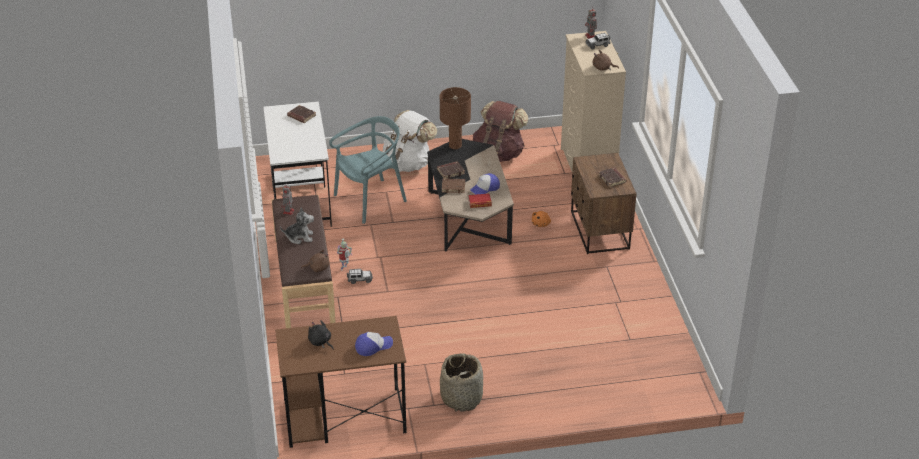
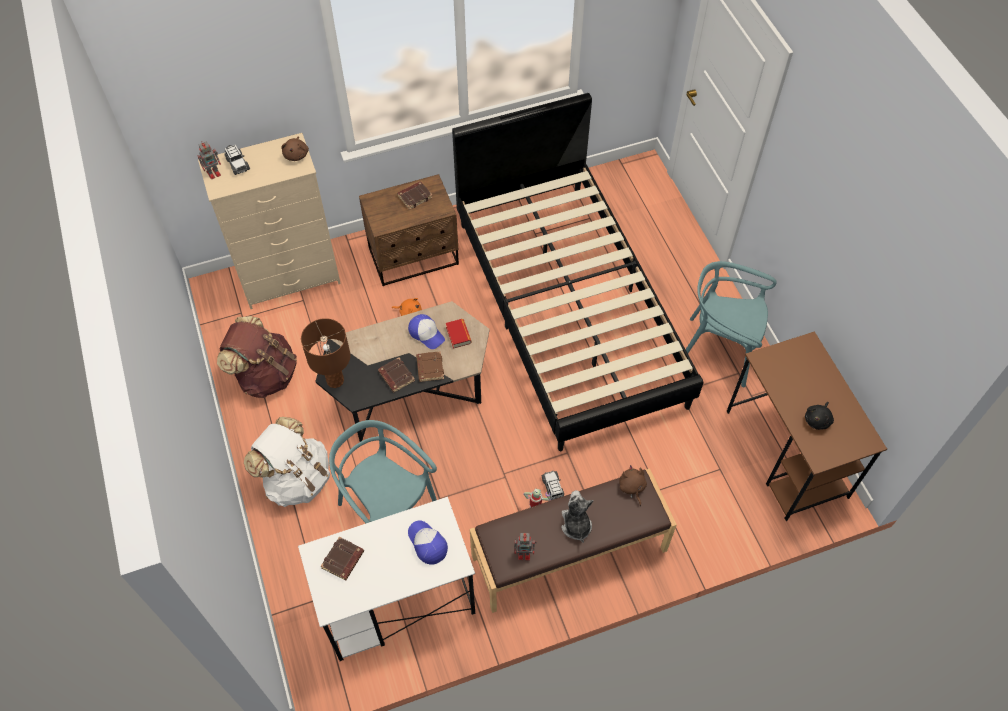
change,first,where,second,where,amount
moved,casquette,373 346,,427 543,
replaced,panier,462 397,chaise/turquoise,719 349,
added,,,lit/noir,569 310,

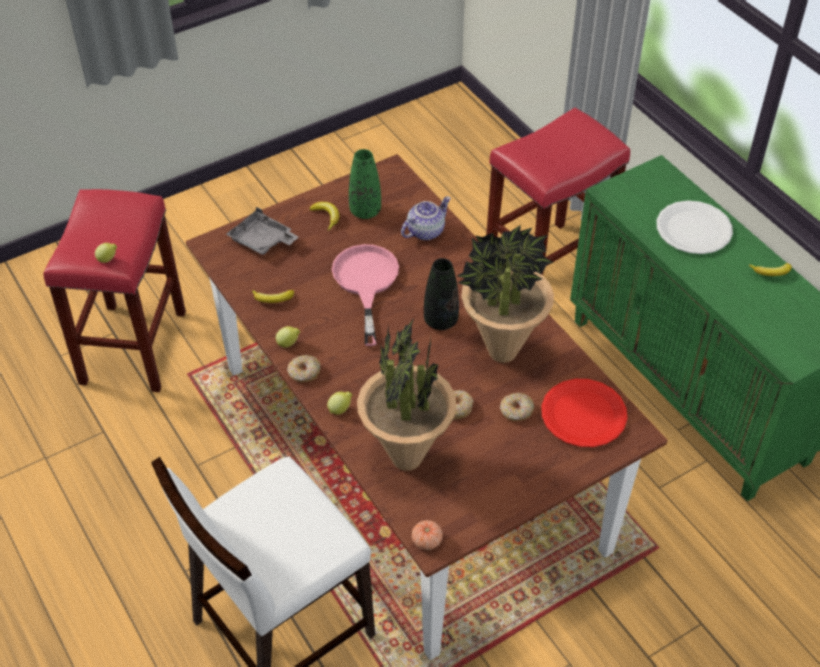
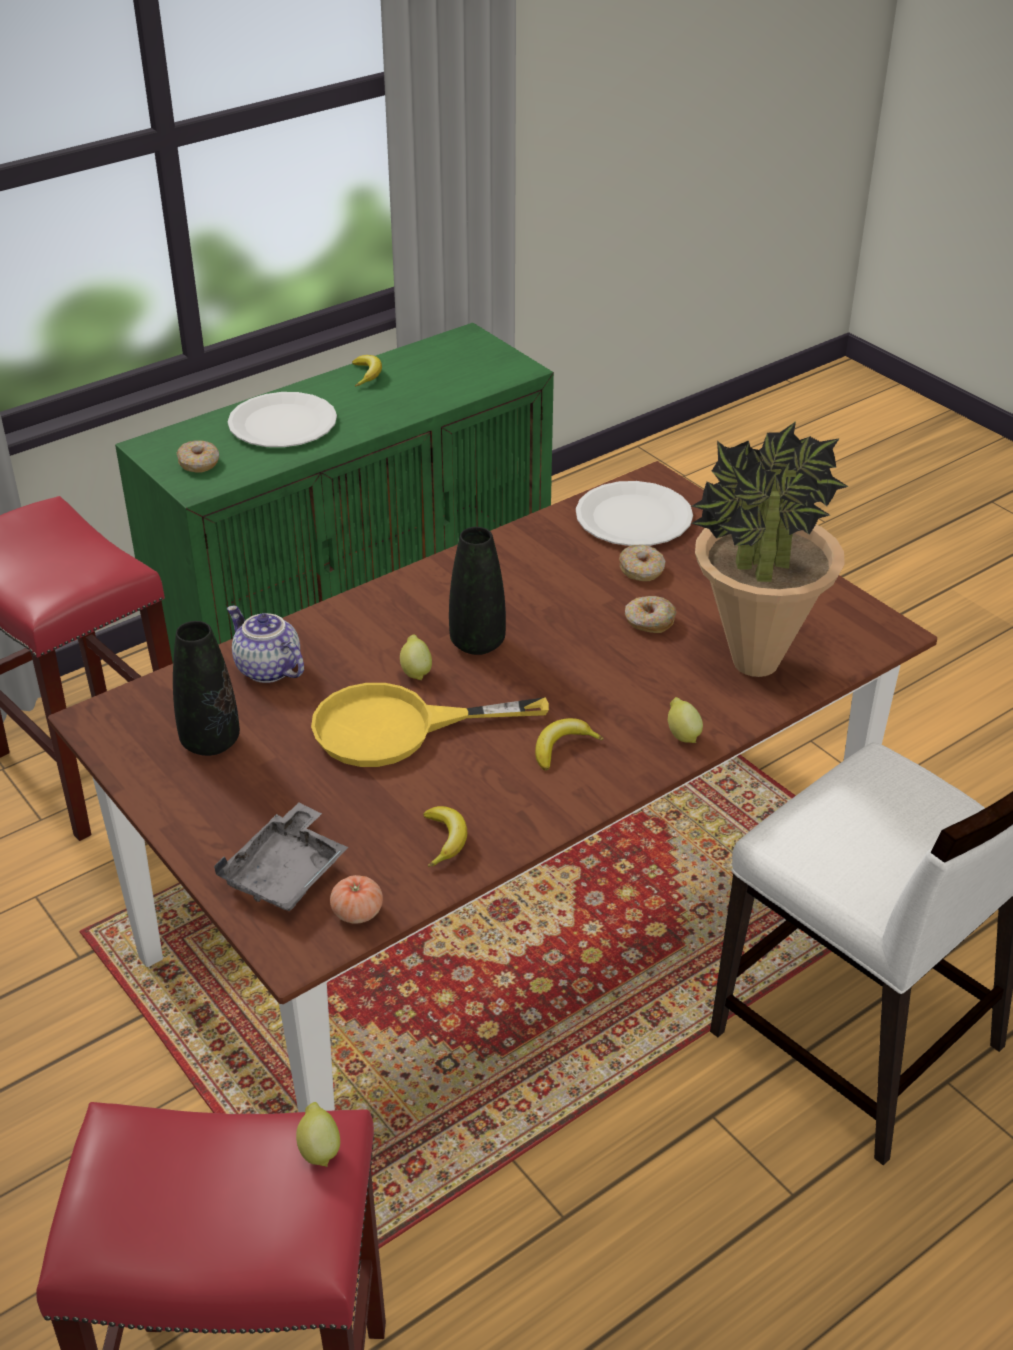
change,first,where,second,where,amount
moved,citron,288 343,,416 671,
moved,beignet,304 373,,199 463,
moved,banane,326 217,,562 748,
recoloured,poêle/rose,366 283,poêle/jaune,397 728,
recoloured,vase/vert,365 211,vase/noir,210 742,
moved,tomate,427 541,,357 912,
removed,plante en pot,502 352,,,
recoloured,assiette/rouge,583 414,assiette/blanc,633 518,

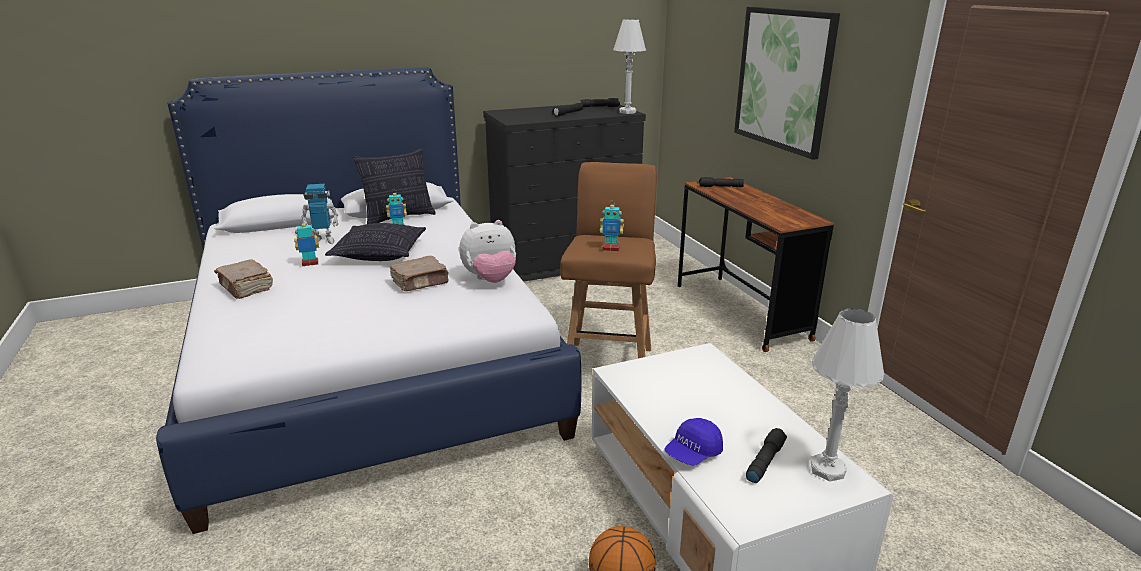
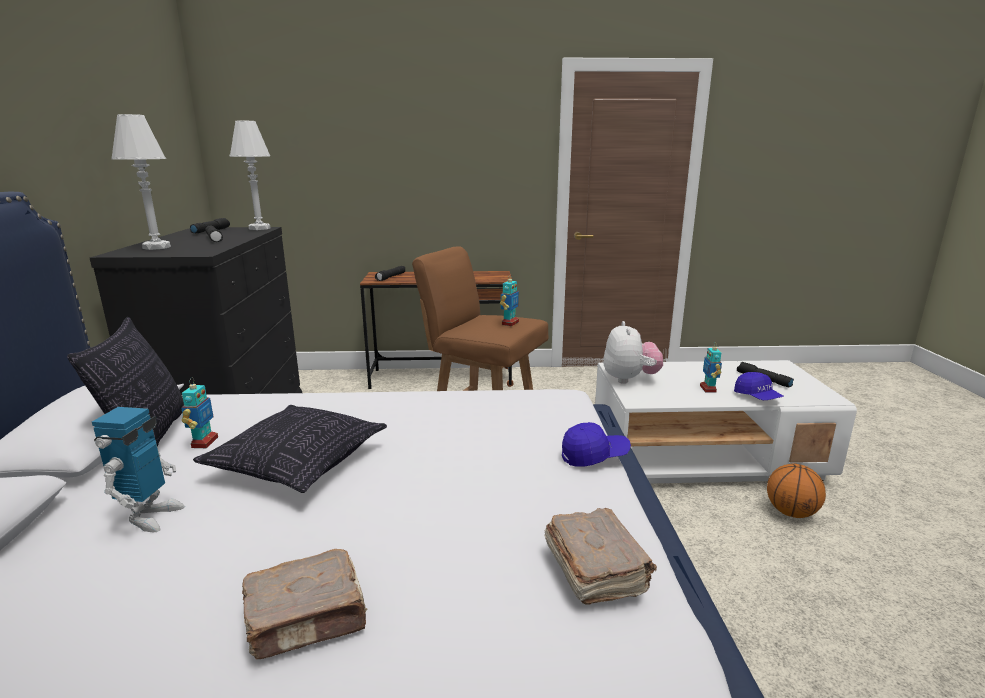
change,first,where,second,where,amount
moved,robot jouet,310 263,,708 389,
moved,livre/marron,421 283,,595 569,
moved,peluche,490 280,,629 379,
removed,tableau,783 79,,,
moved,lampe de table/blanc,827 469,,156 247,
added,,,casquette/bleu,594 456,

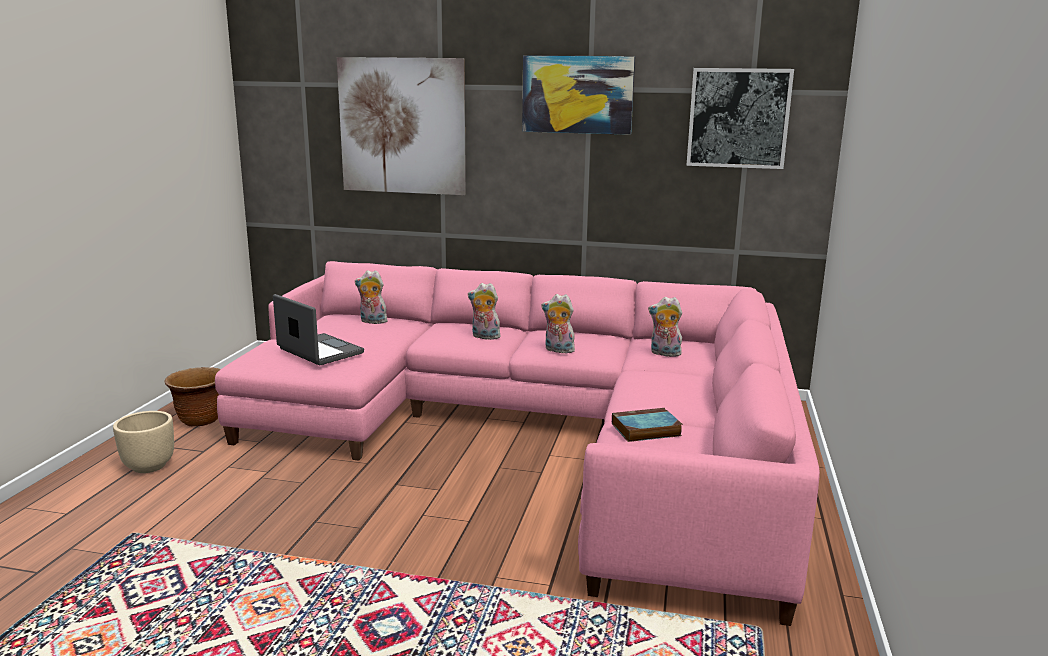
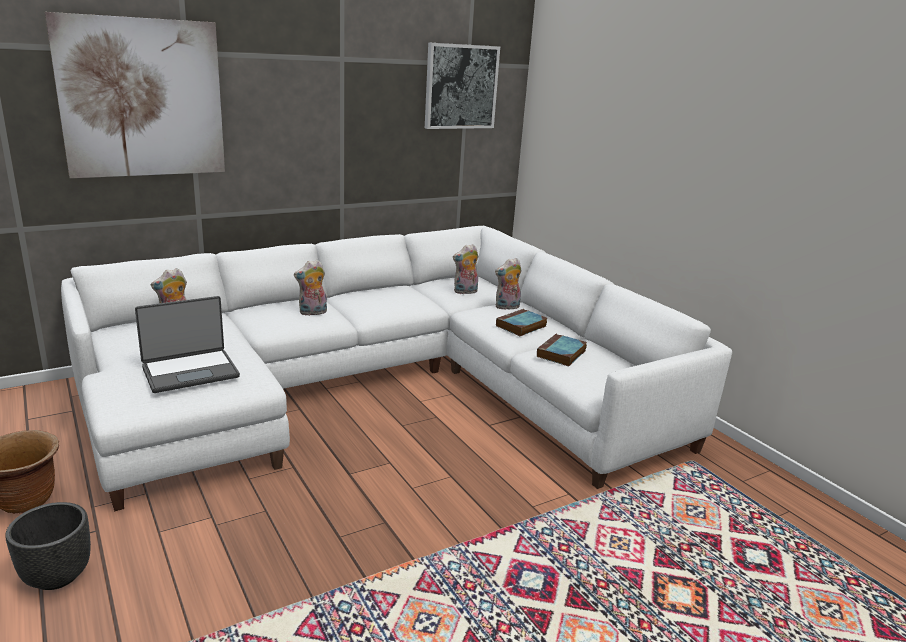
change,first,where,second,where,amount
recoloured,cache-pot/beige,149 466,cache-pot/noir,58 576,
recoloured,canapé/rose,538 434,canapé/blanc,385 387,
turned,ordinateur portable,319 351,,190 371,150 degrees clockwise
removed,tableau,577 94,,,
moved,peluche,558 350,,507 307,
added,,,livre,521 326,

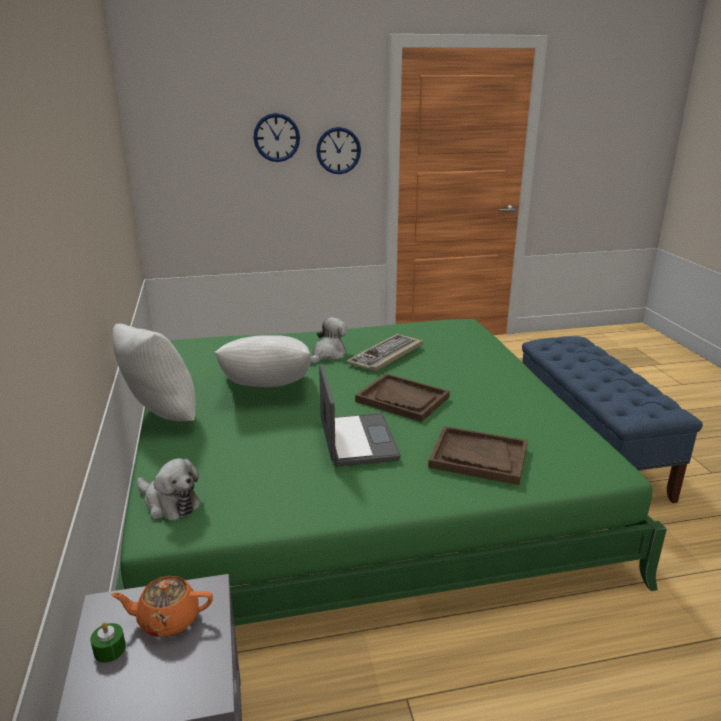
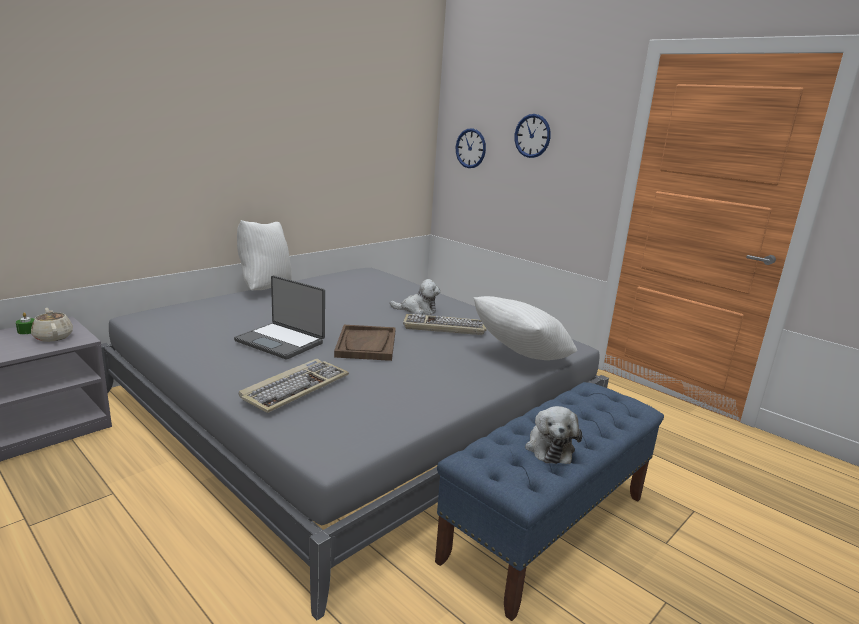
change,first,where,second,where,amount
recoloured,théière/orange,167 620,théière/beige,53 337,
recoloured,lit/vert,355 481,lit/gris,353 409,
moved,peluche,169 503,,549 447,
moved,coussin/blanc,266 390,,521 357,
moved,horloge murale,338 150,,470 148,
turned,ordinateur portable,356 441,,281 341,75 degrees clockwise
replaced,plateau/marron,478 457,clavier,295 387,

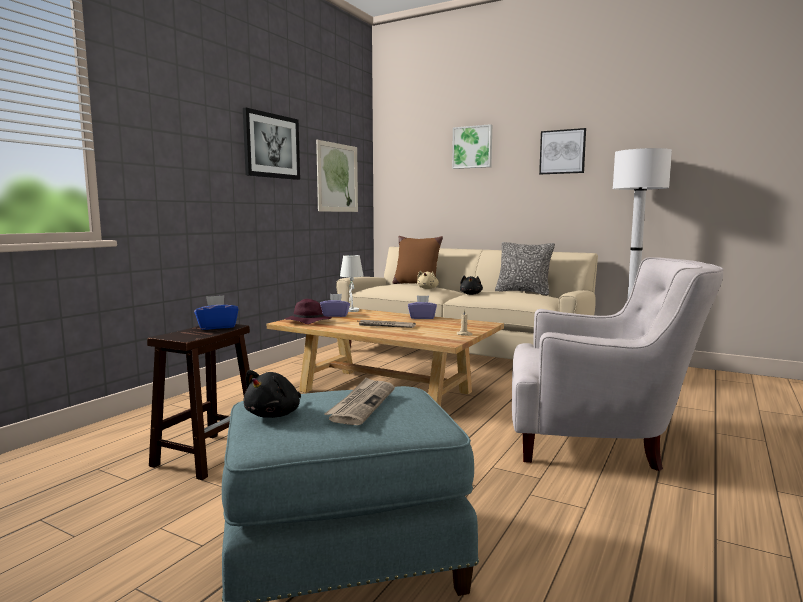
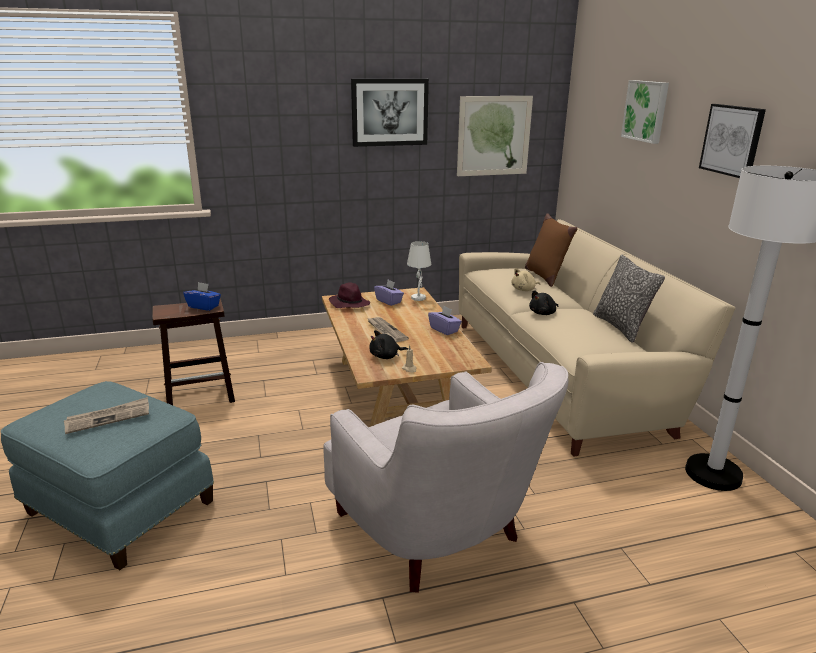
change,first,where,second,where,amount
moved,peluche/noir,275 414,,386 356,

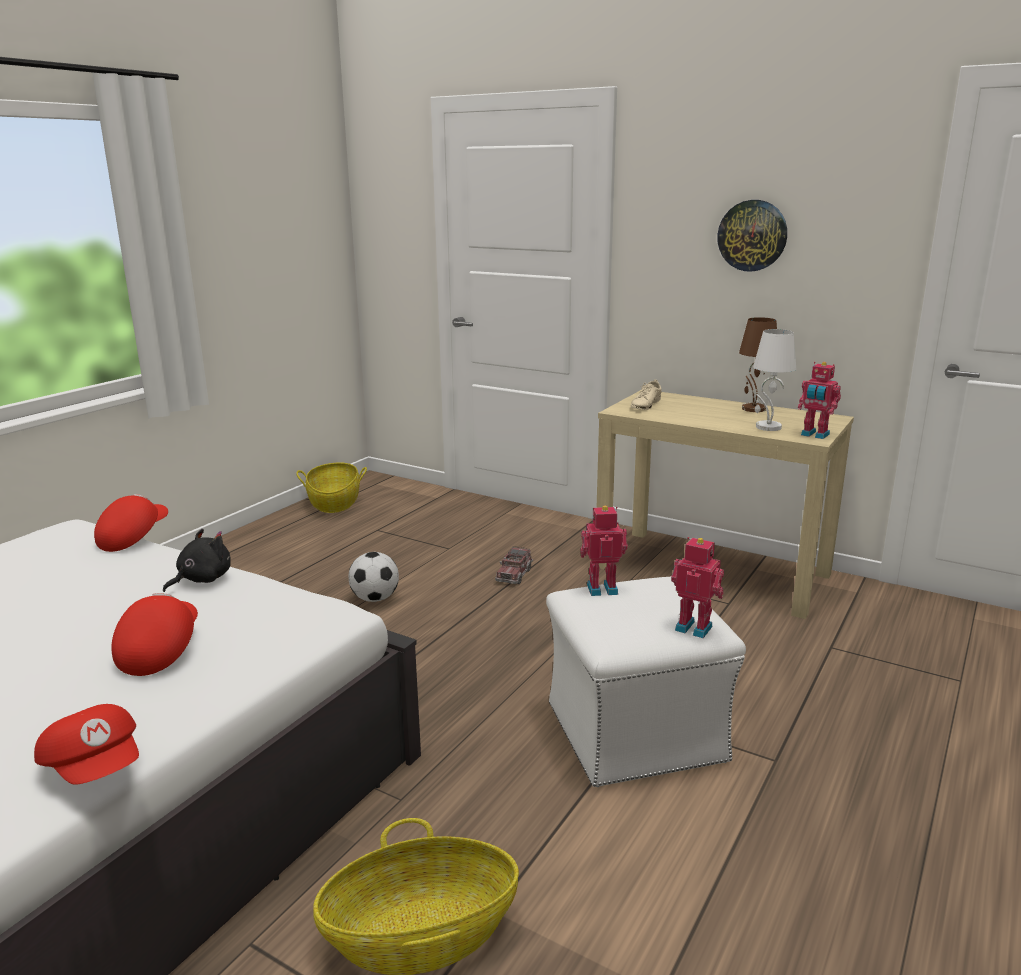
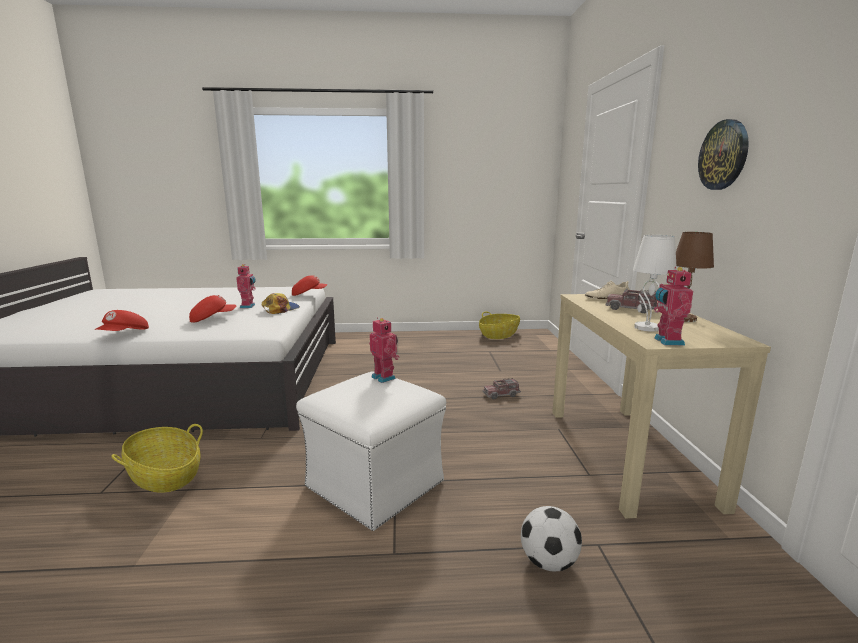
change,first,where,second,where,amount
replaced,peluche/noir,202 579,casquette,280 309,
moved,ballon de foot,375 598,,549 562,
moved,robot jouet,694 627,,248 306,
added,,,camion jouet,631 309,

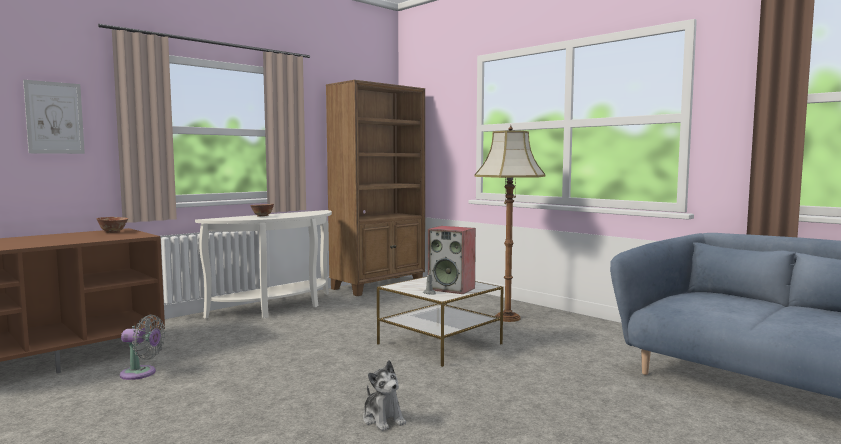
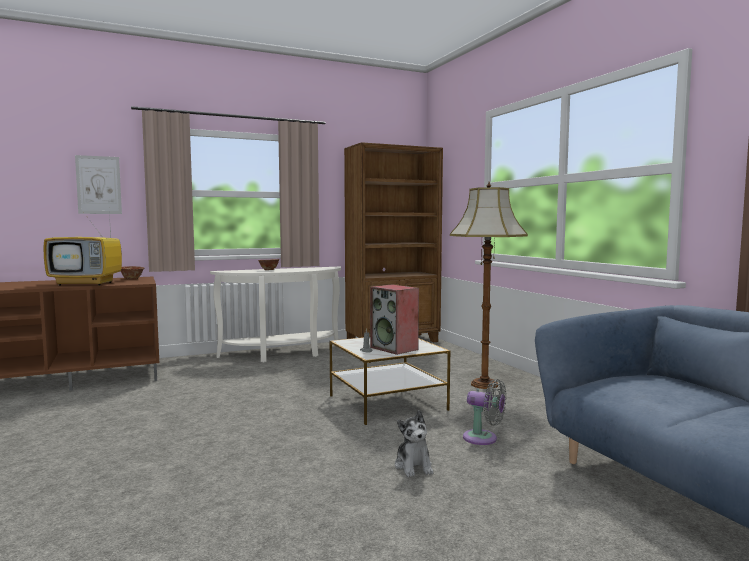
change,first,where,second,where,amount
moved,ventilateur/gris,141 373,,483 439,
moved,peluche,383 419,,414 466,
added,,,téléviseur,87 283,

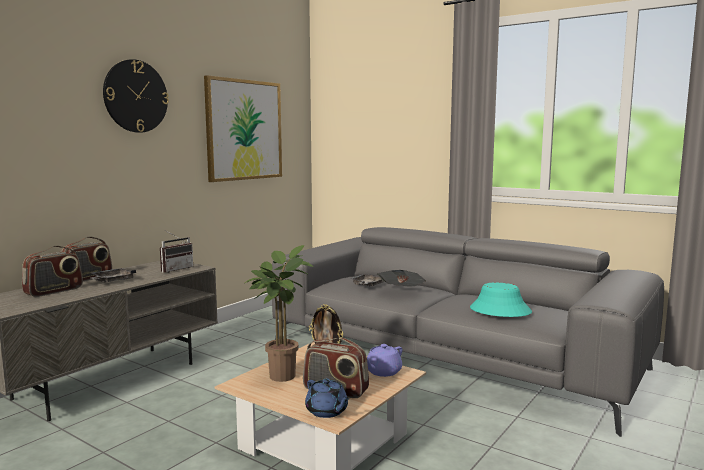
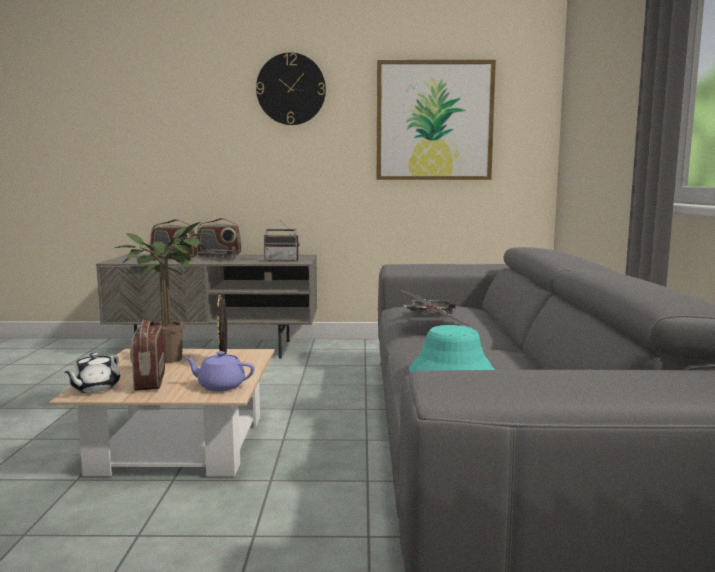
change,first,where,second,where,amount
recoloured,théière/bleu,327 411,théière/blanc,94 388,

